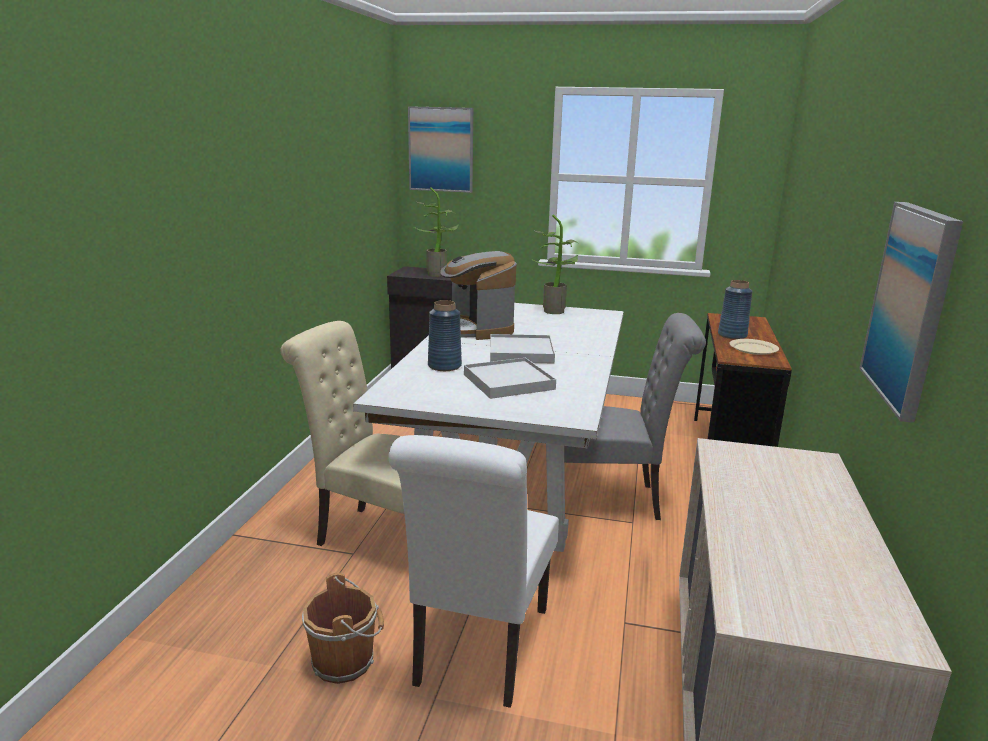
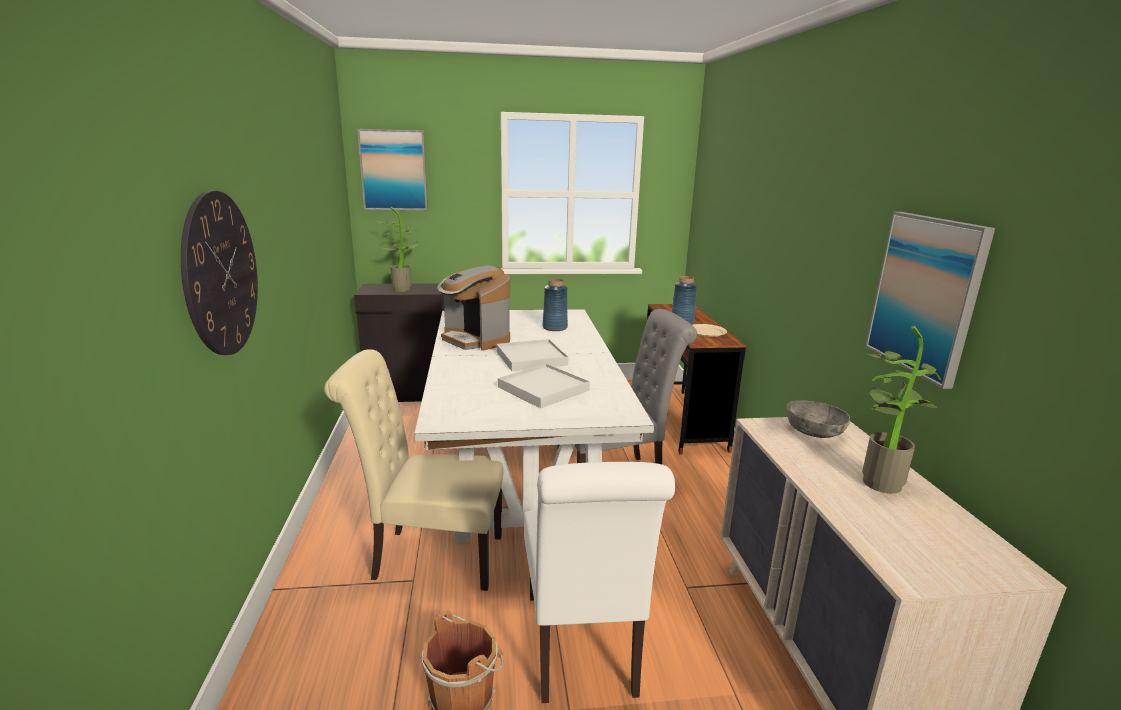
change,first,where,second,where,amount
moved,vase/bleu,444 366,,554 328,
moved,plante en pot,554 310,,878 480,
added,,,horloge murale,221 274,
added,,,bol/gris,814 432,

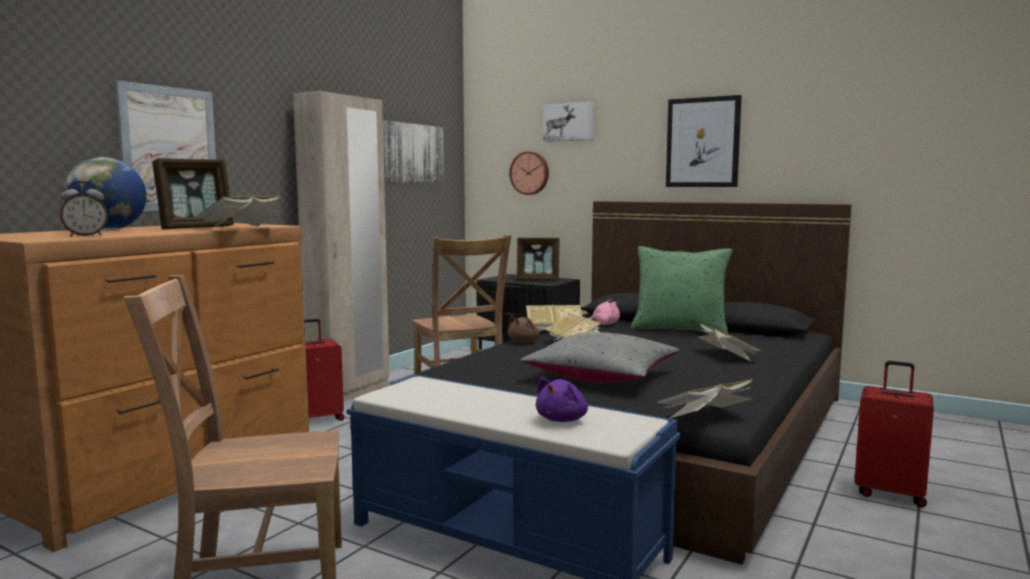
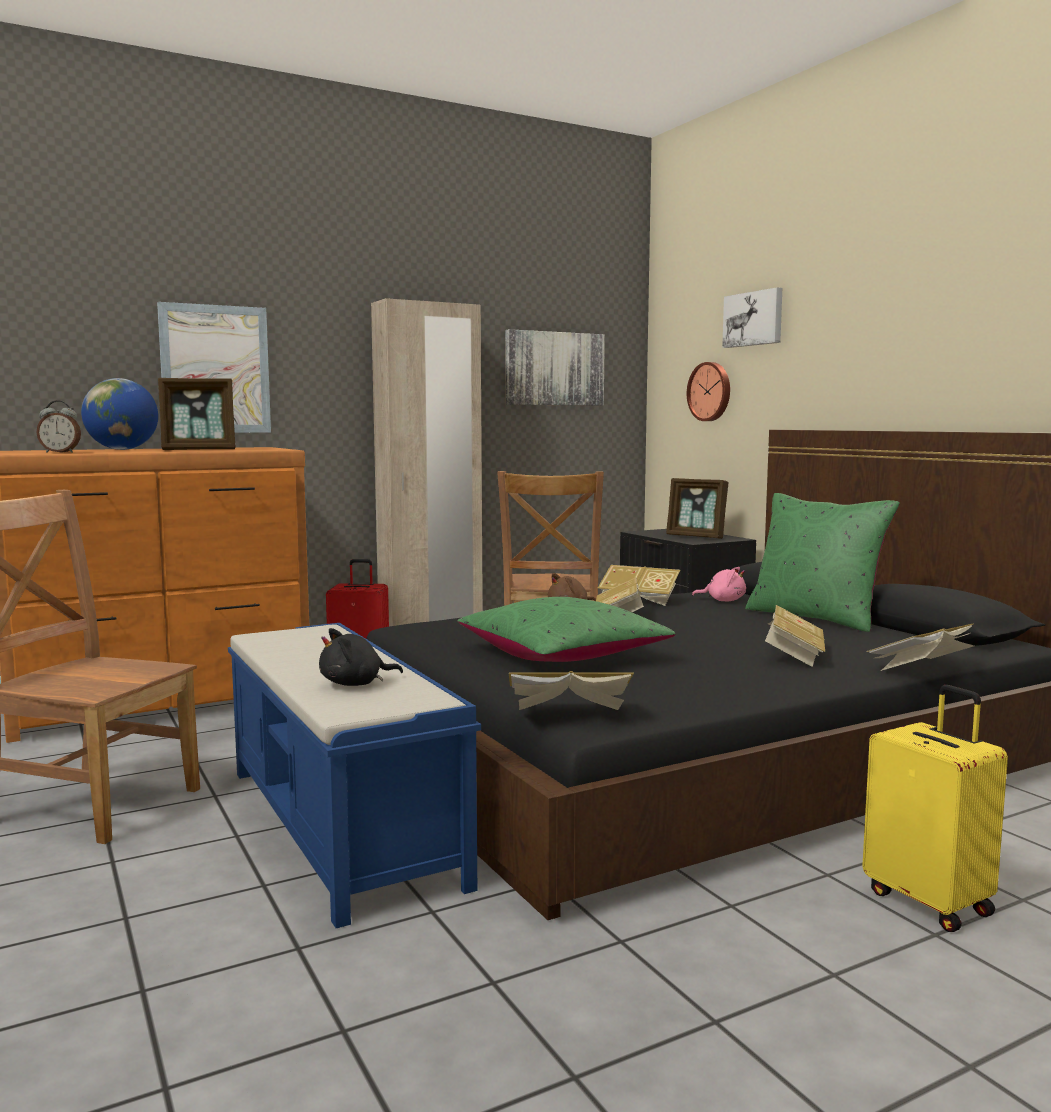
change,first,where,second,where,amount
moved,livre,243 228,,921 668,
recoloured,coussin/gris,601 376,coussin/vert,562 656,
recoloured,peluche/violet,563 419,peluche/noir,355 684,
removed,tableau,703 142,,,
recoloured,valise/rouge,890 493,valise/jaune,930 901,

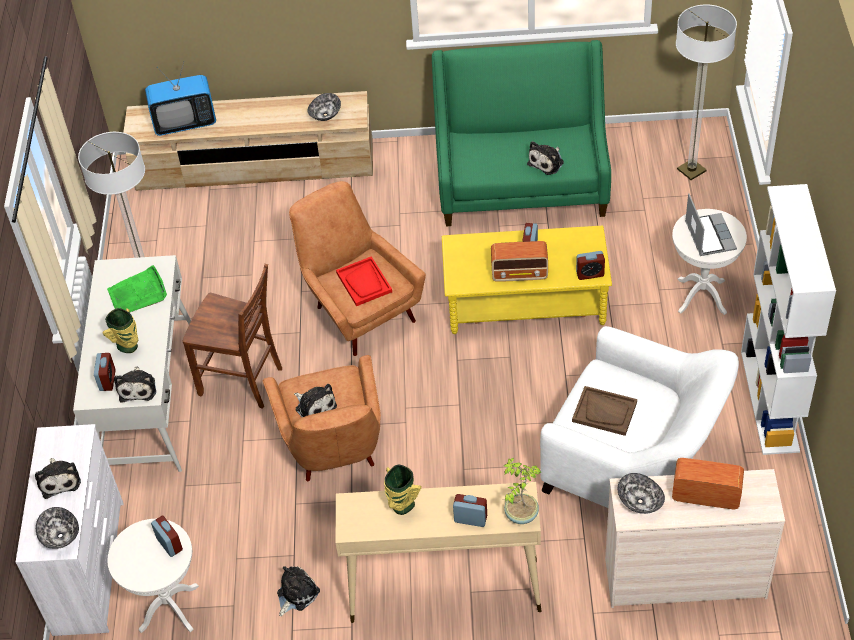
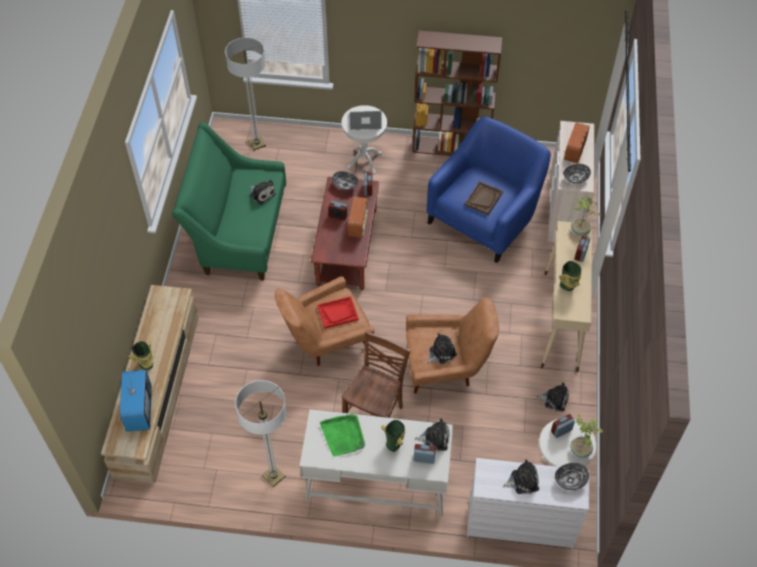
change,first,where,second,where,amount
turned,peluche,296 594,,554 399,150 degrees clockwise
moved,bol,325 115,,345 185,
recoloured,table basse/jaune,526 303,table basse/marron,347 247,
recoloured,fauteuil/blanc,634 465,fauteuil/bleu,485 216,
recoloured,bibliothèque/blanc,770 401,bibliothèque/marron,451 147,
added,,,vase,146 365,
added,,,plante en pot,580 450,

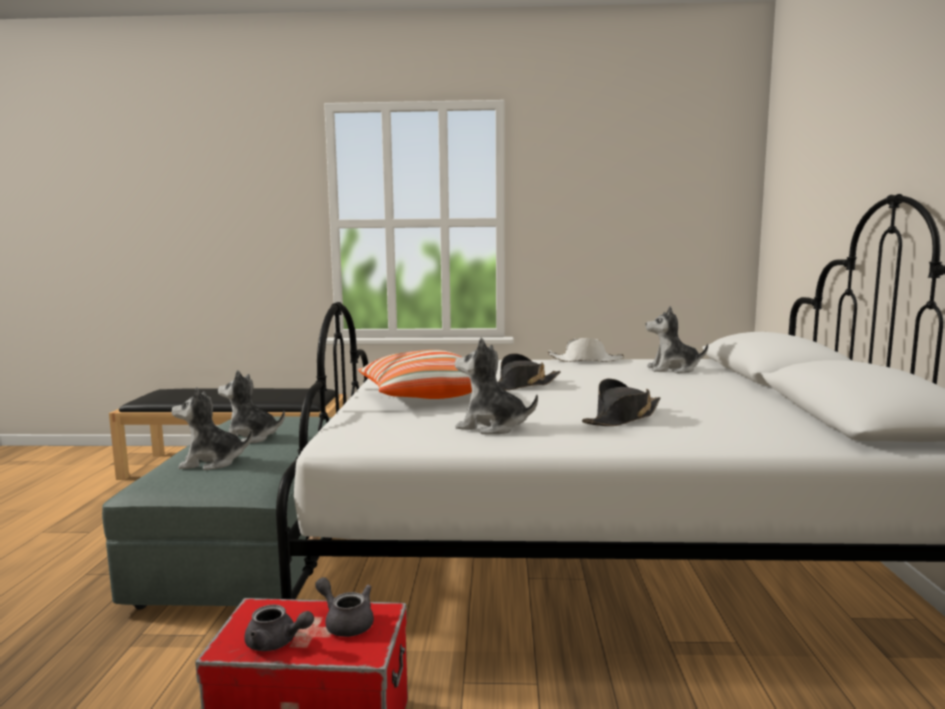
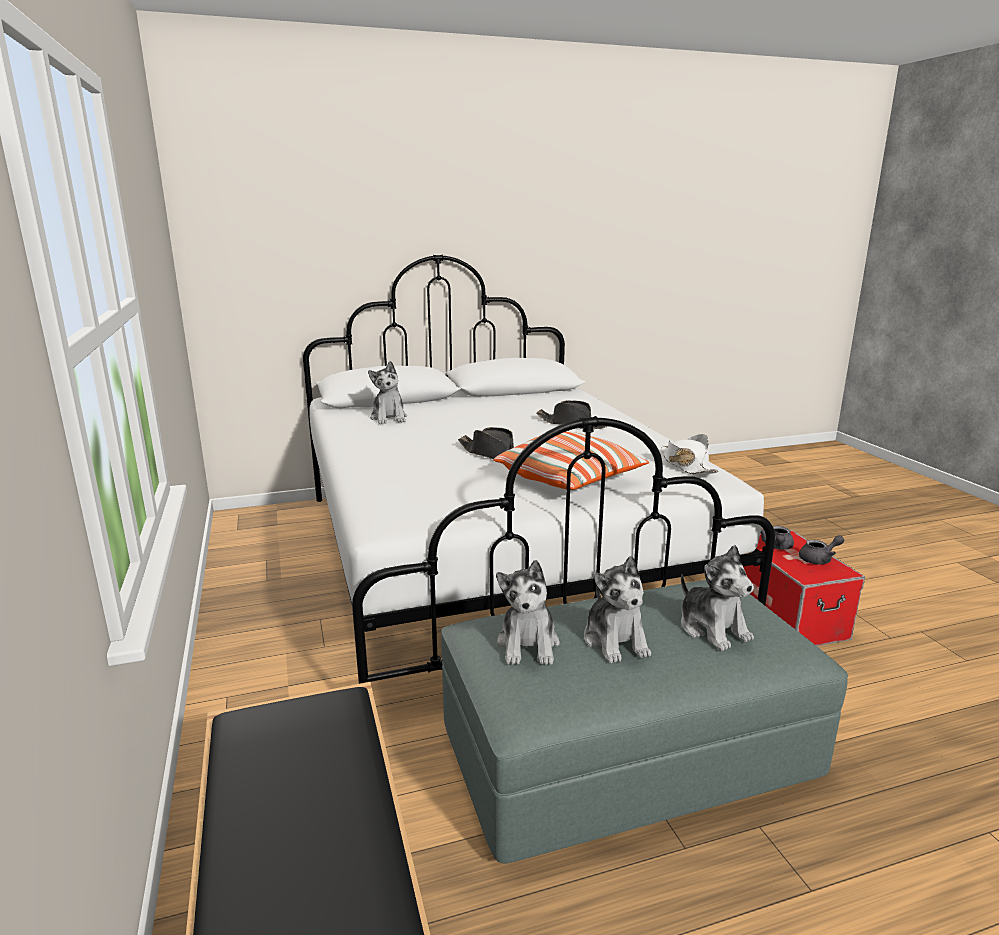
change,first,where,second,where,amount
turned,théière/gris,277 643,,819 559,75 degrees clockwise
moved,peluche,491 427,,528 644,
moved,chapeau/blanc,585 360,,686 465,

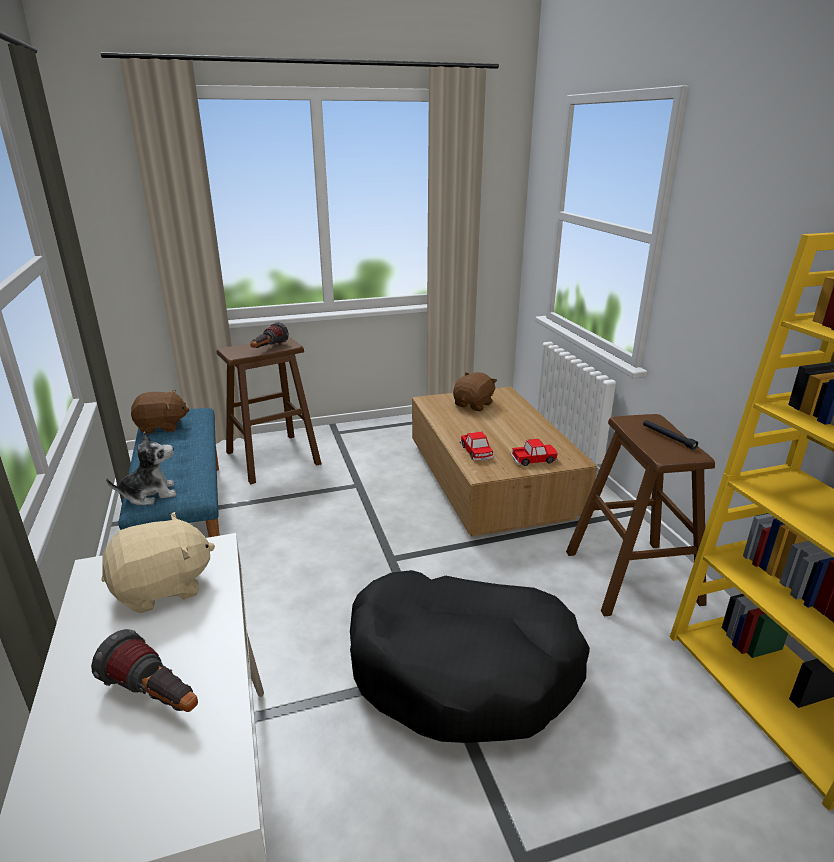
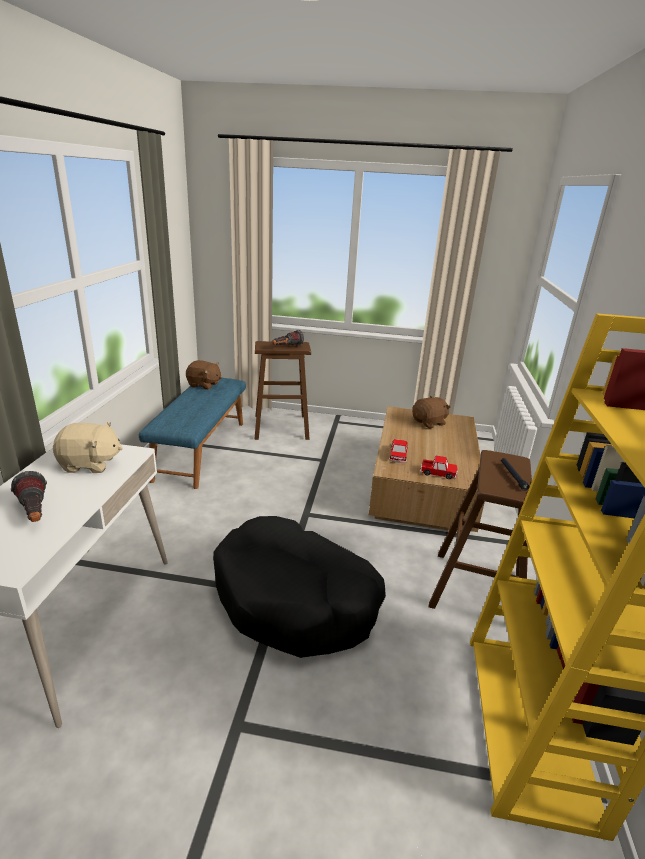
change,first,where,second,where,amount
removed,peluche,150 494,,,

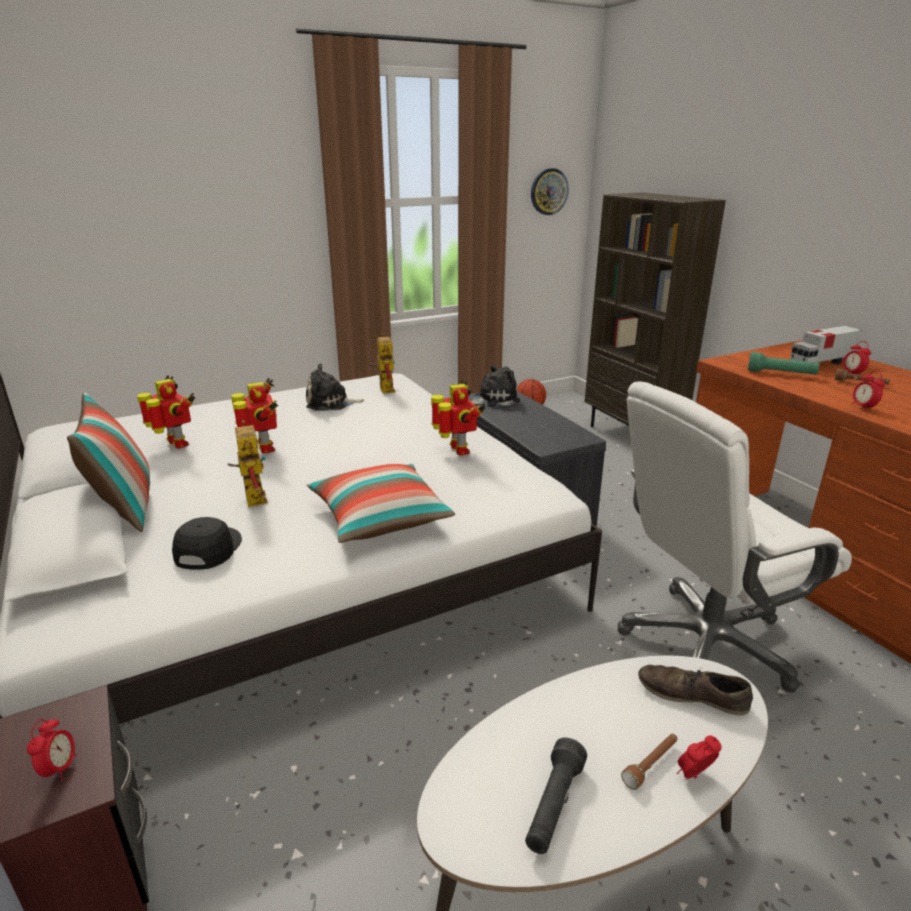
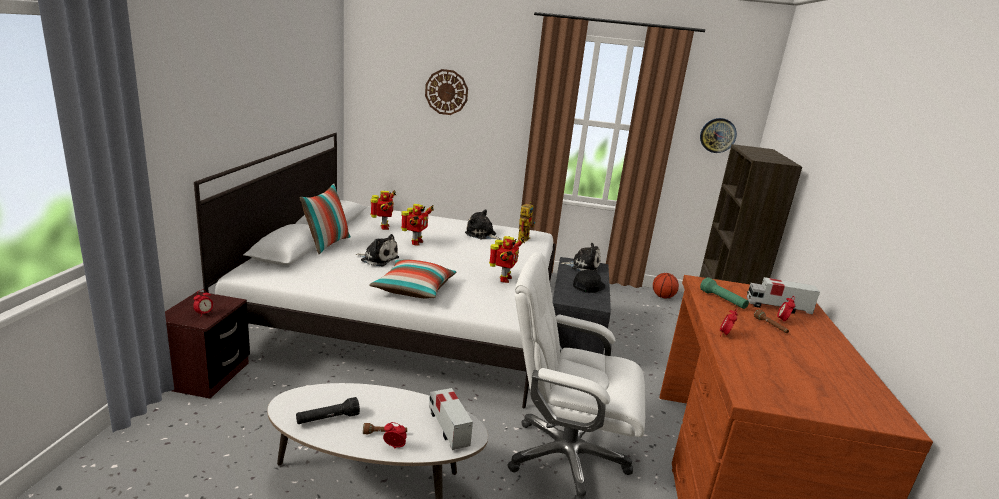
change,first,where,second,where,amount
moved,casquette/noir,208 549,,588 286,
replaced,robot jouet,252 496,peluche,378 259,
replaced,chaussure/marron,691 694,camion jouet,448 427,
added,,,horloge murale,446 92,

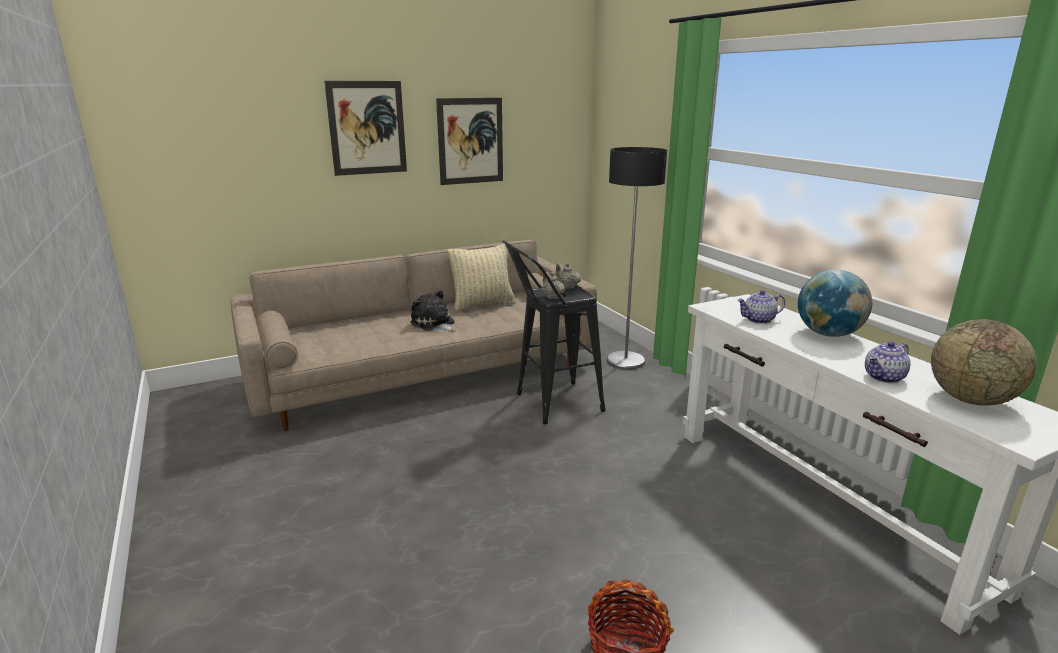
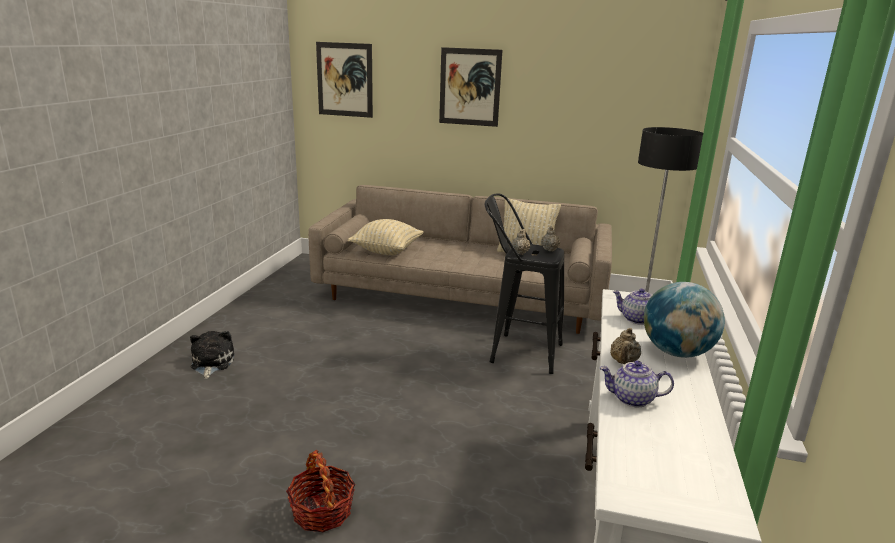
change,first,where,second,where,amount
moved,peluche,434 324,,211 363,
moved,tableau,470 141,,344 80,
removed,globe,971 400,,,
added,,,coussin/beige,386 251,
added,,,théière/beige,623 362,

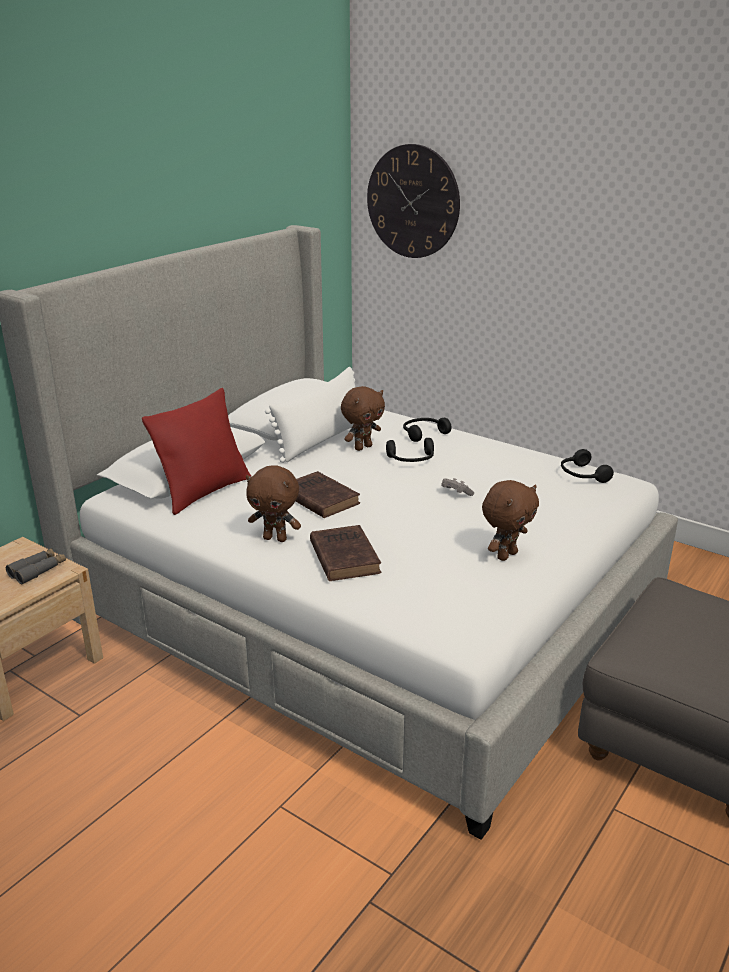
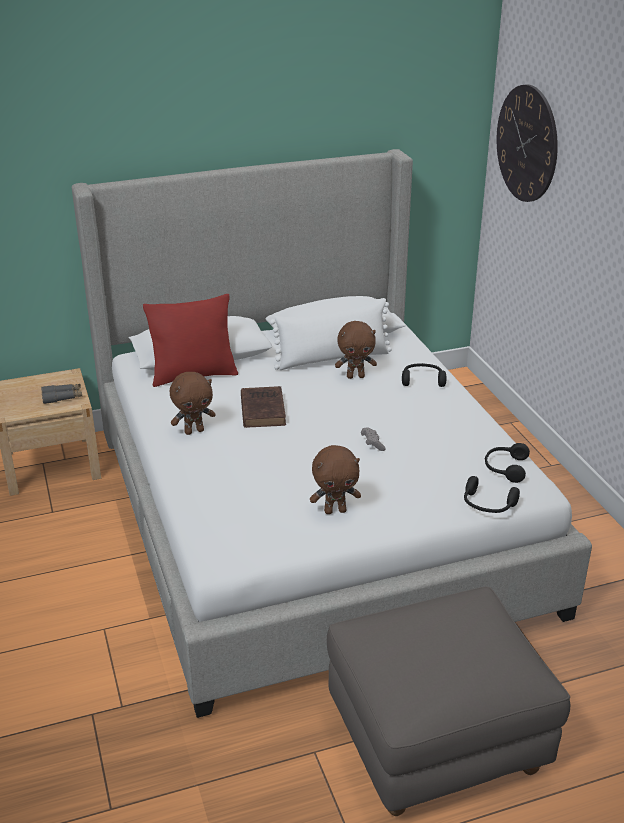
change,first,where,second,where,amount
turned,peluche/marron,275 538,,194 431,75 degrees counterclockwise
removed,livre/marron,344 556,,,
moved,casque audio/noir,411 460,,487 505,

